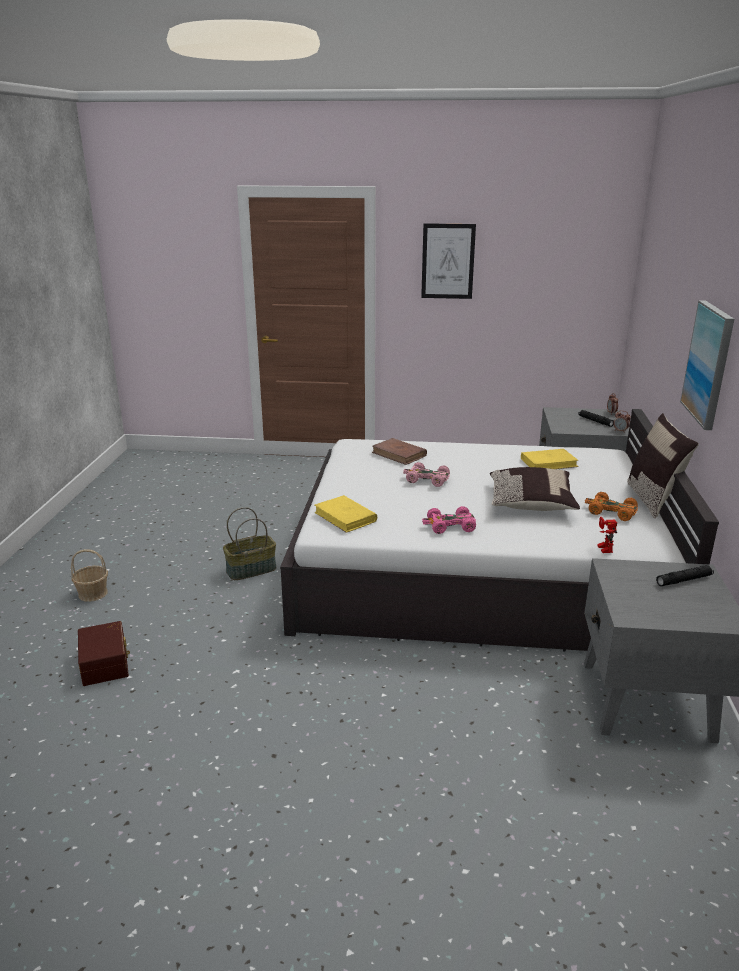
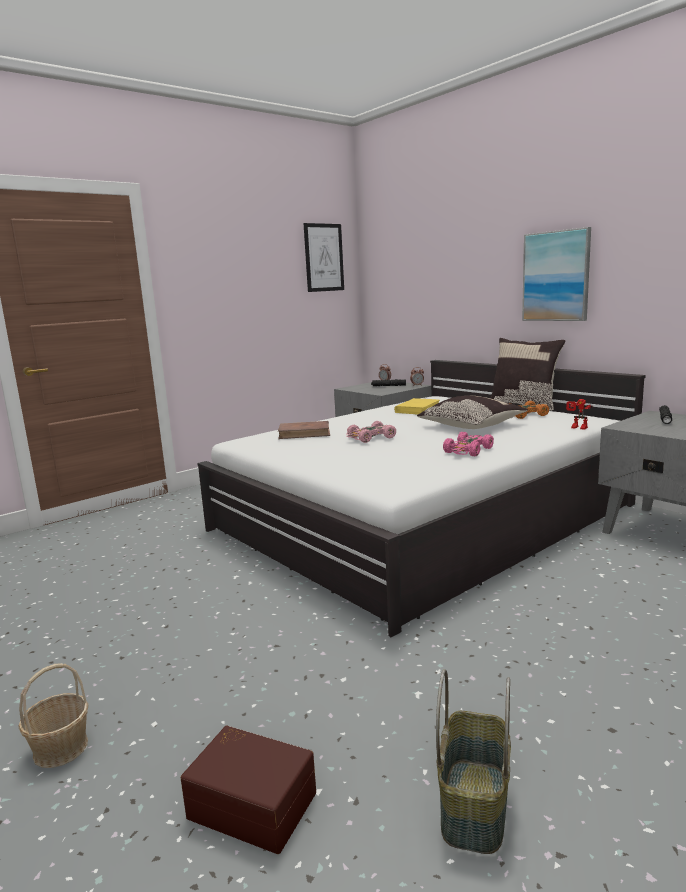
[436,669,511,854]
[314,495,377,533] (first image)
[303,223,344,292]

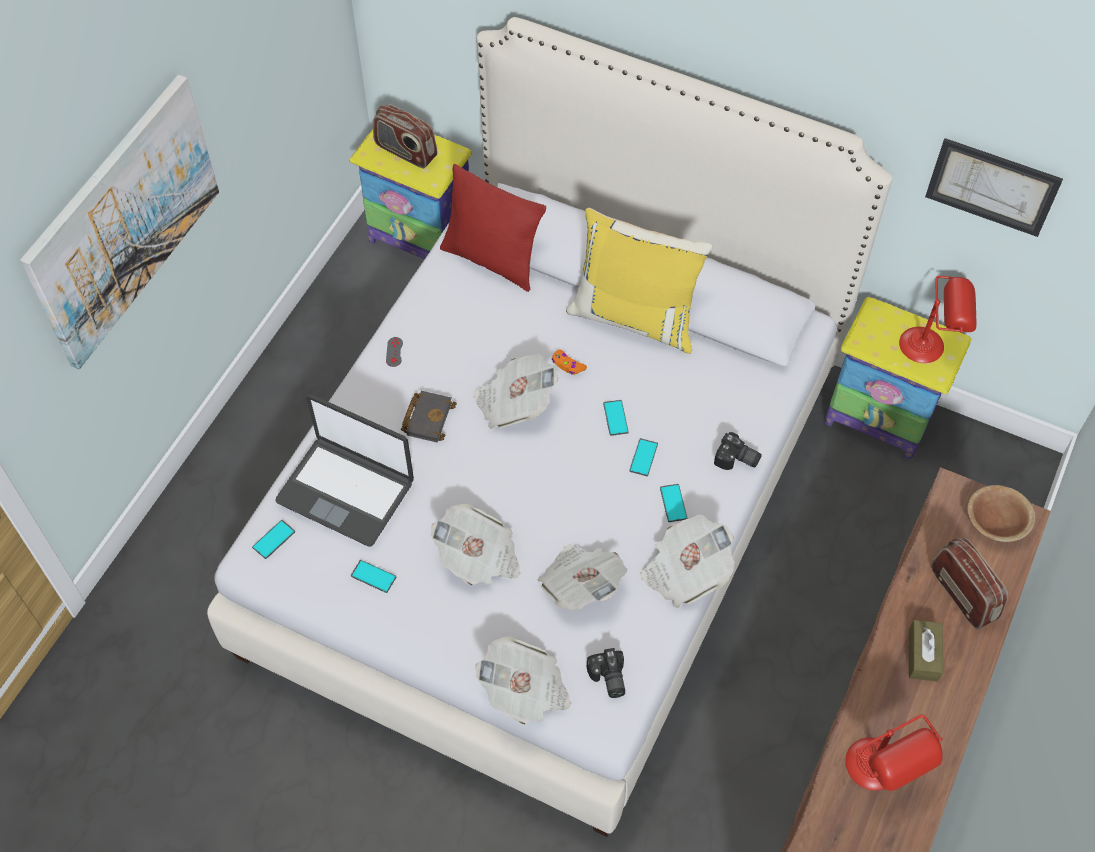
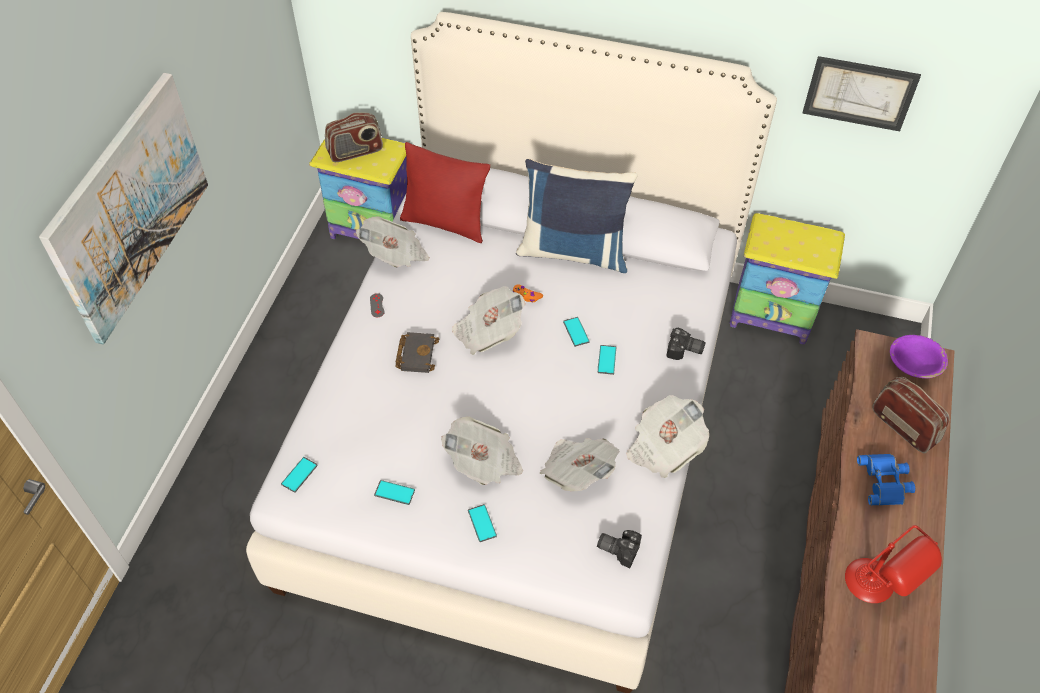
[275,395,414,547] (first image)
[325,112,383,162]
[356,216,430,268]
[516,159,638,273]
[597,530,642,568]
[468,504,497,542]
[899,276,976,363] (first image)
[857,454,915,506]
[890,335,948,378]

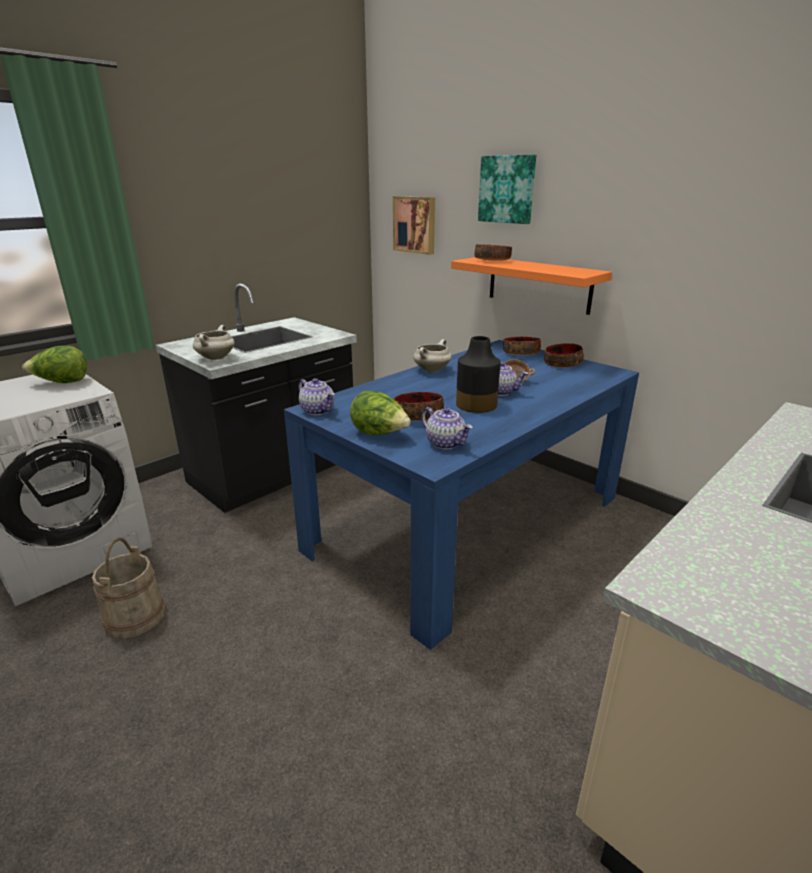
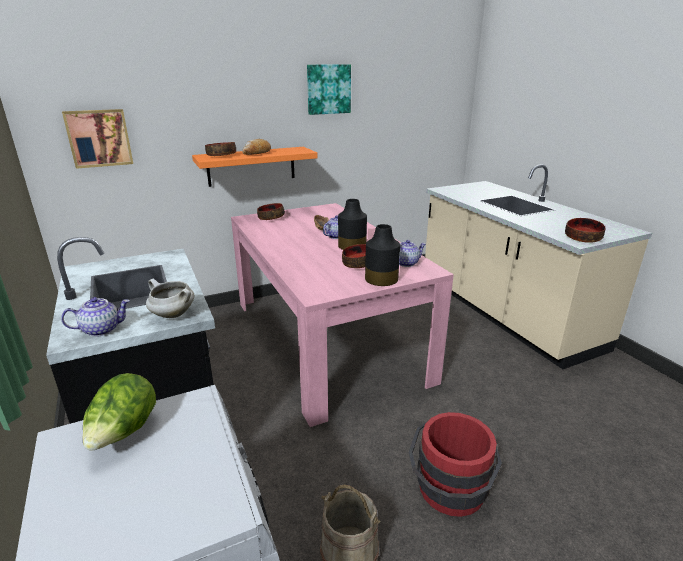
[231,203,454,427]
[61,297,130,337]
[365,224,400,286]
[413,339,451,372] (first image)
[307,64,351,115]
[565,218,605,243]
[242,139,271,155]
[409,412,502,517]

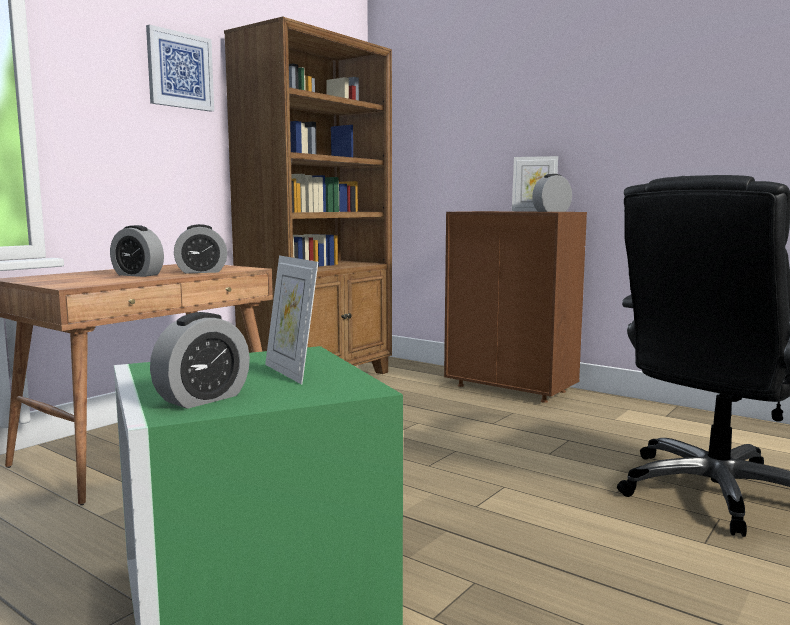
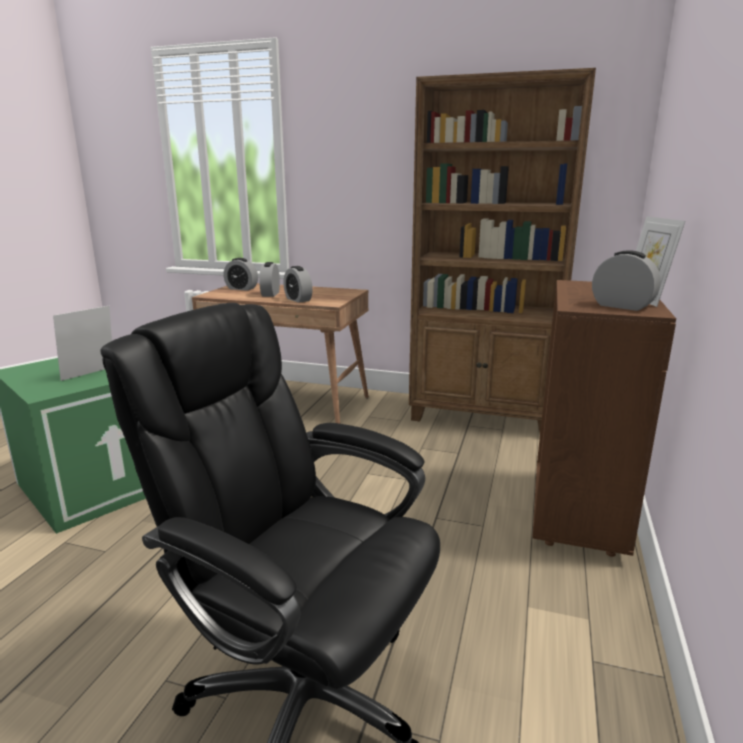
[146,25,214,112] (first image)
[223,258,258,291]

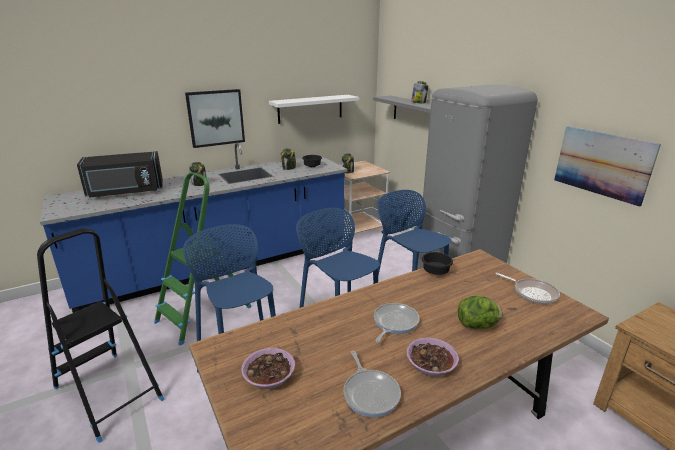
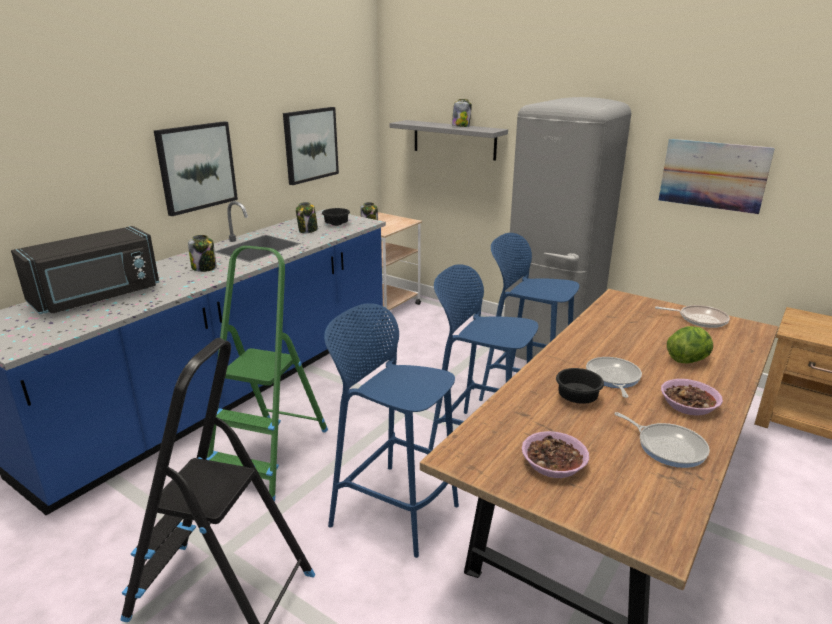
[283,107,339,185]
[556,368,604,404]

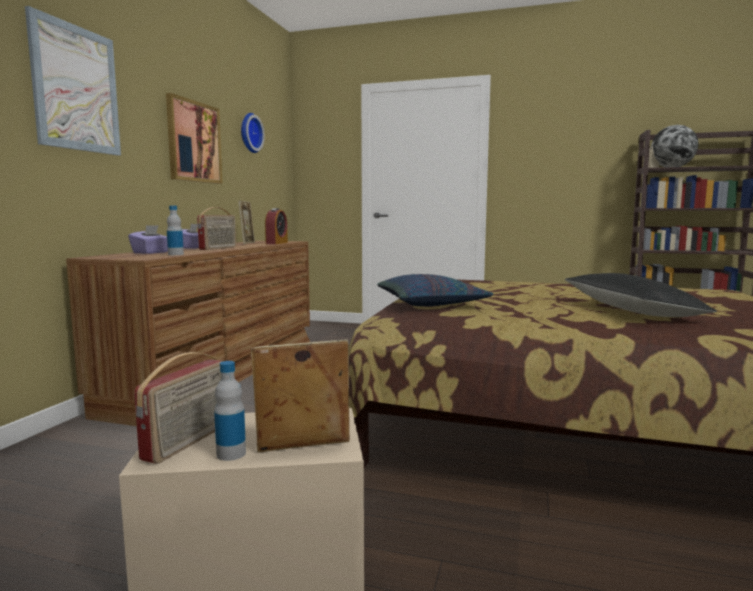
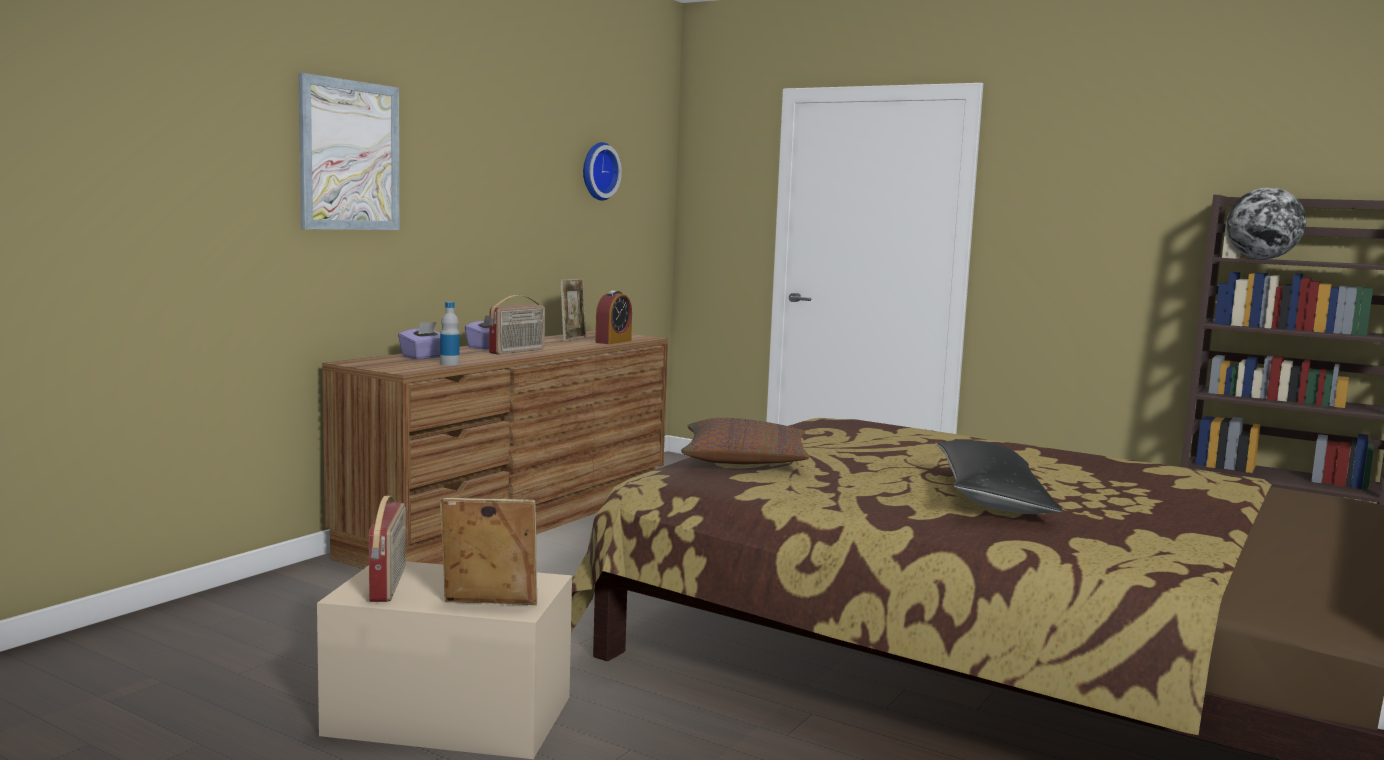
[369,496,406,602]
[166,93,223,184] (first image)
[214,361,246,461] (first image)
[681,418,810,464]

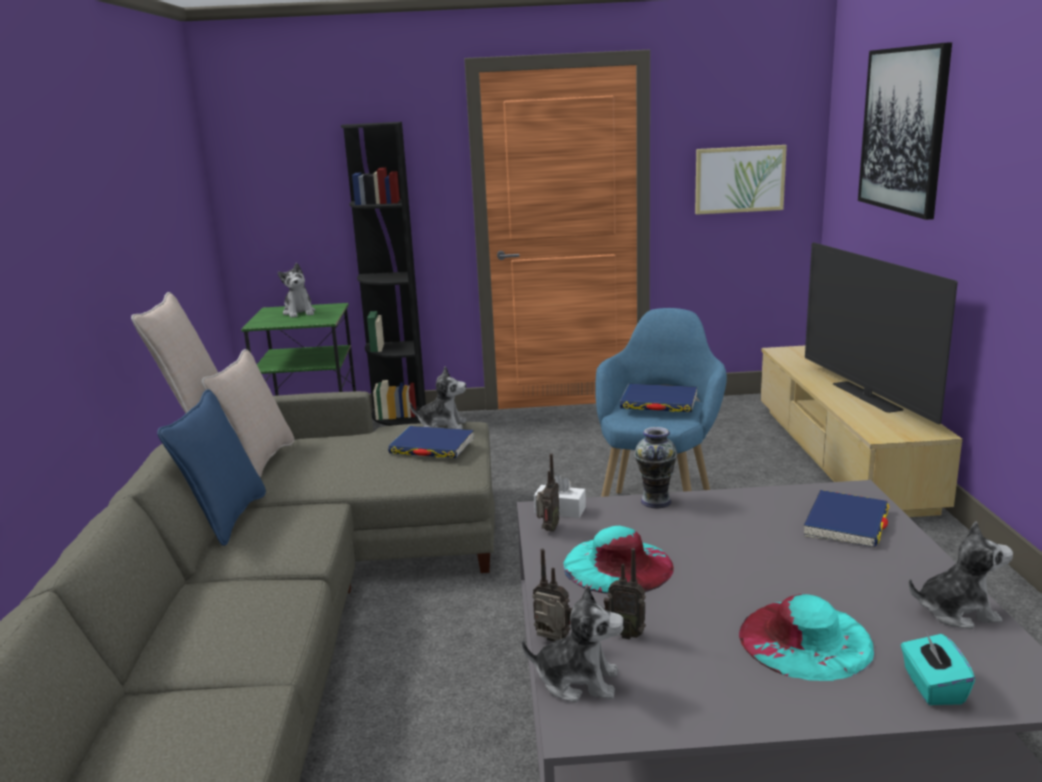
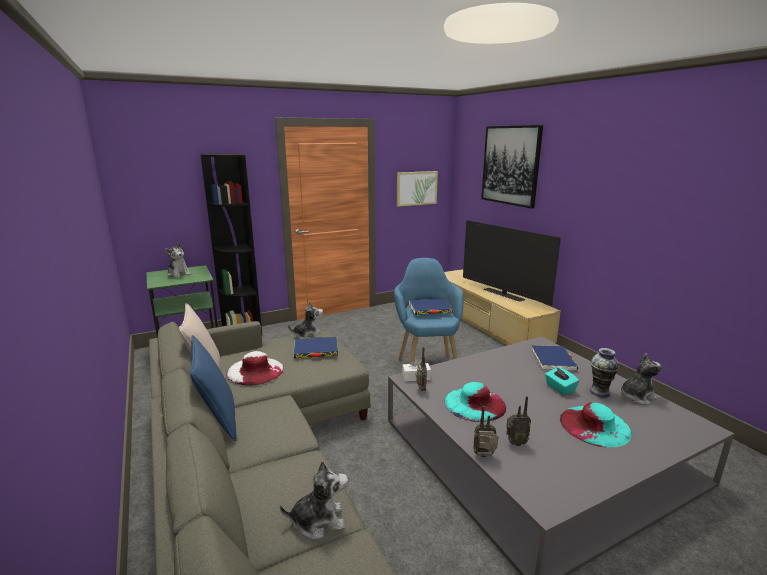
[131,292,218,413] (first image)
[280,460,348,539]
[590,348,619,398]
[545,366,579,395]
[226,351,284,386]

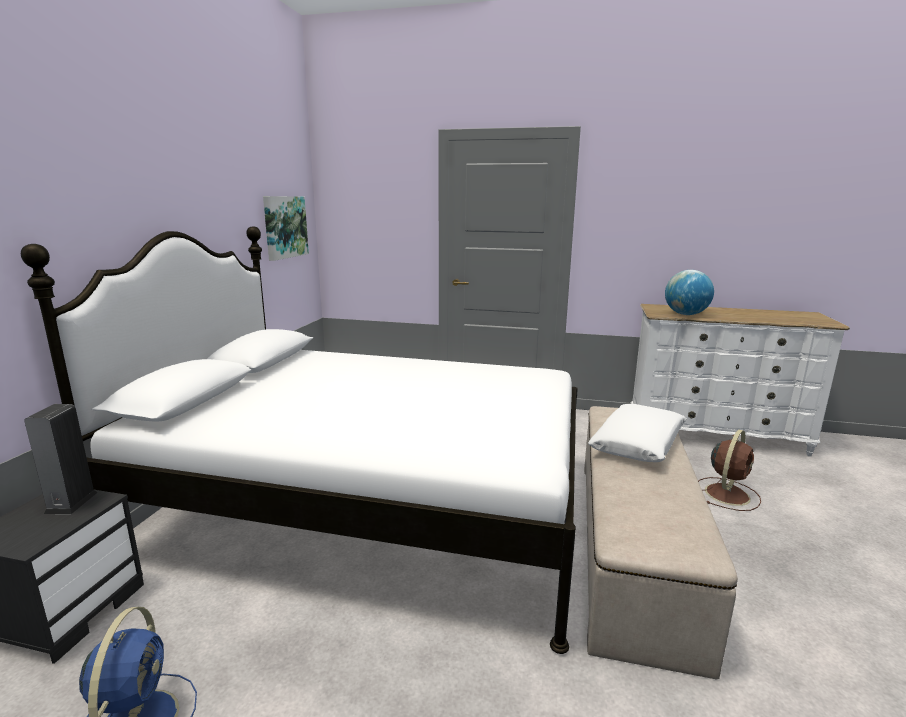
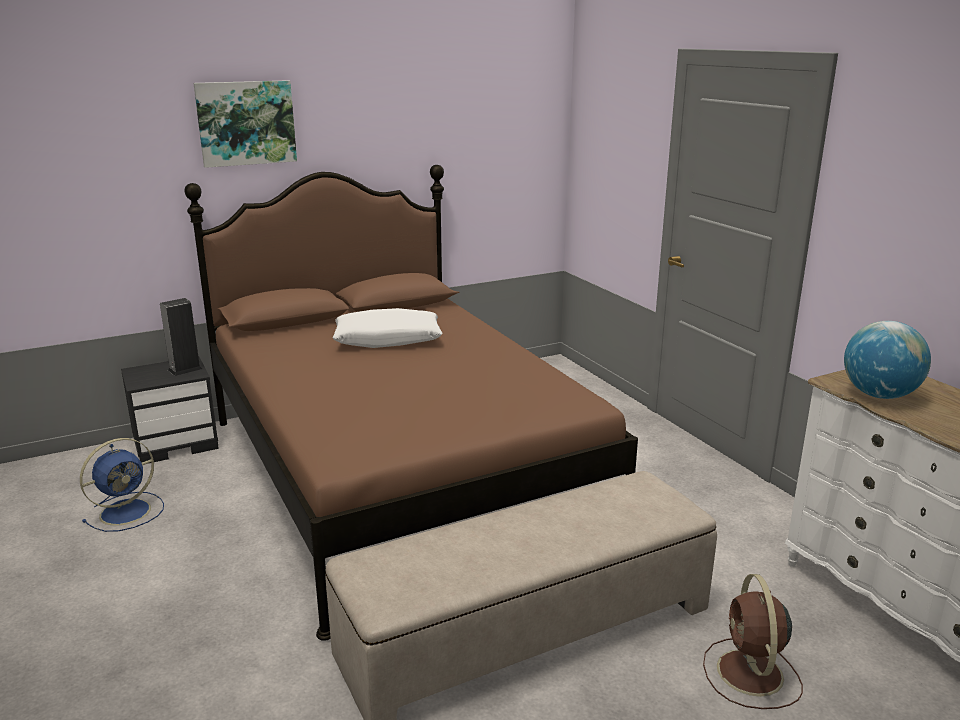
[184,165,638,641]
[193,80,297,168]
[333,308,442,348]
[703,574,803,709]

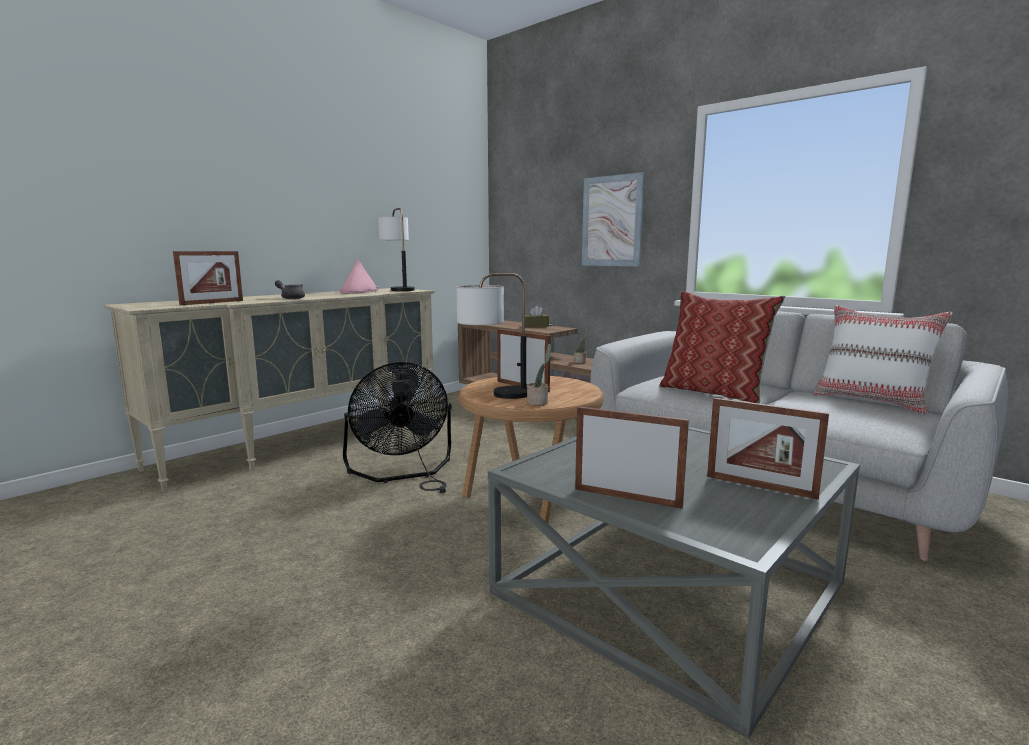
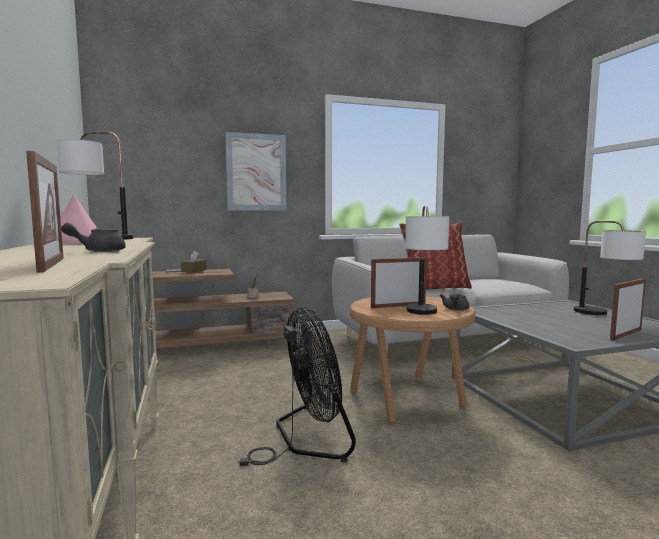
[238,308,356,466]
[440,294,470,311]
[574,221,646,315]
[813,305,953,415] (first image)

